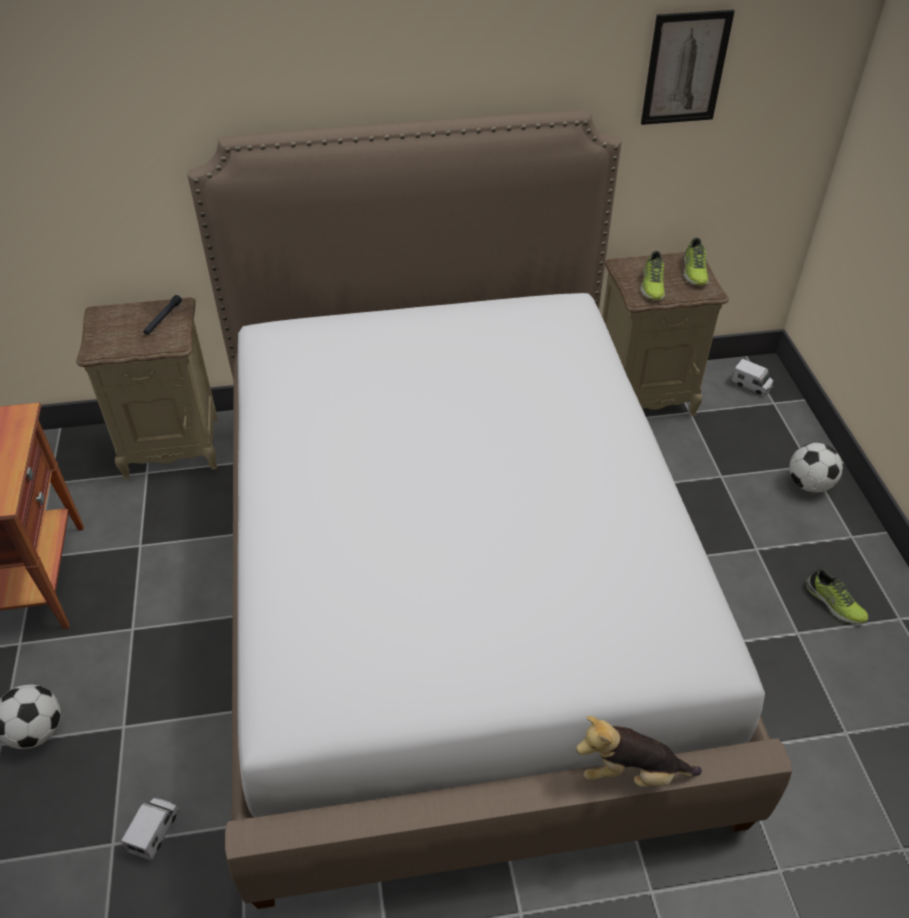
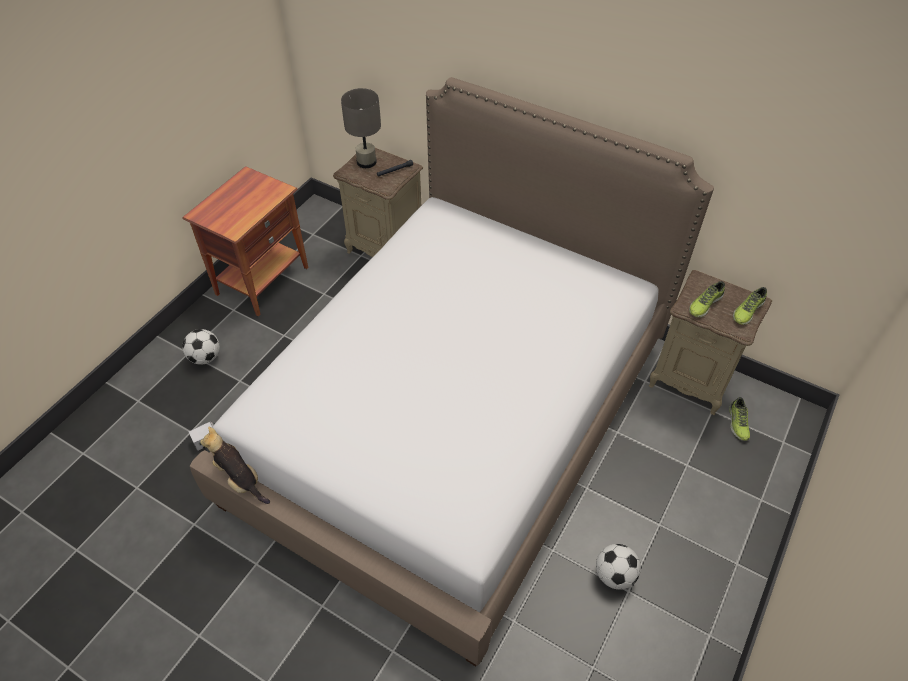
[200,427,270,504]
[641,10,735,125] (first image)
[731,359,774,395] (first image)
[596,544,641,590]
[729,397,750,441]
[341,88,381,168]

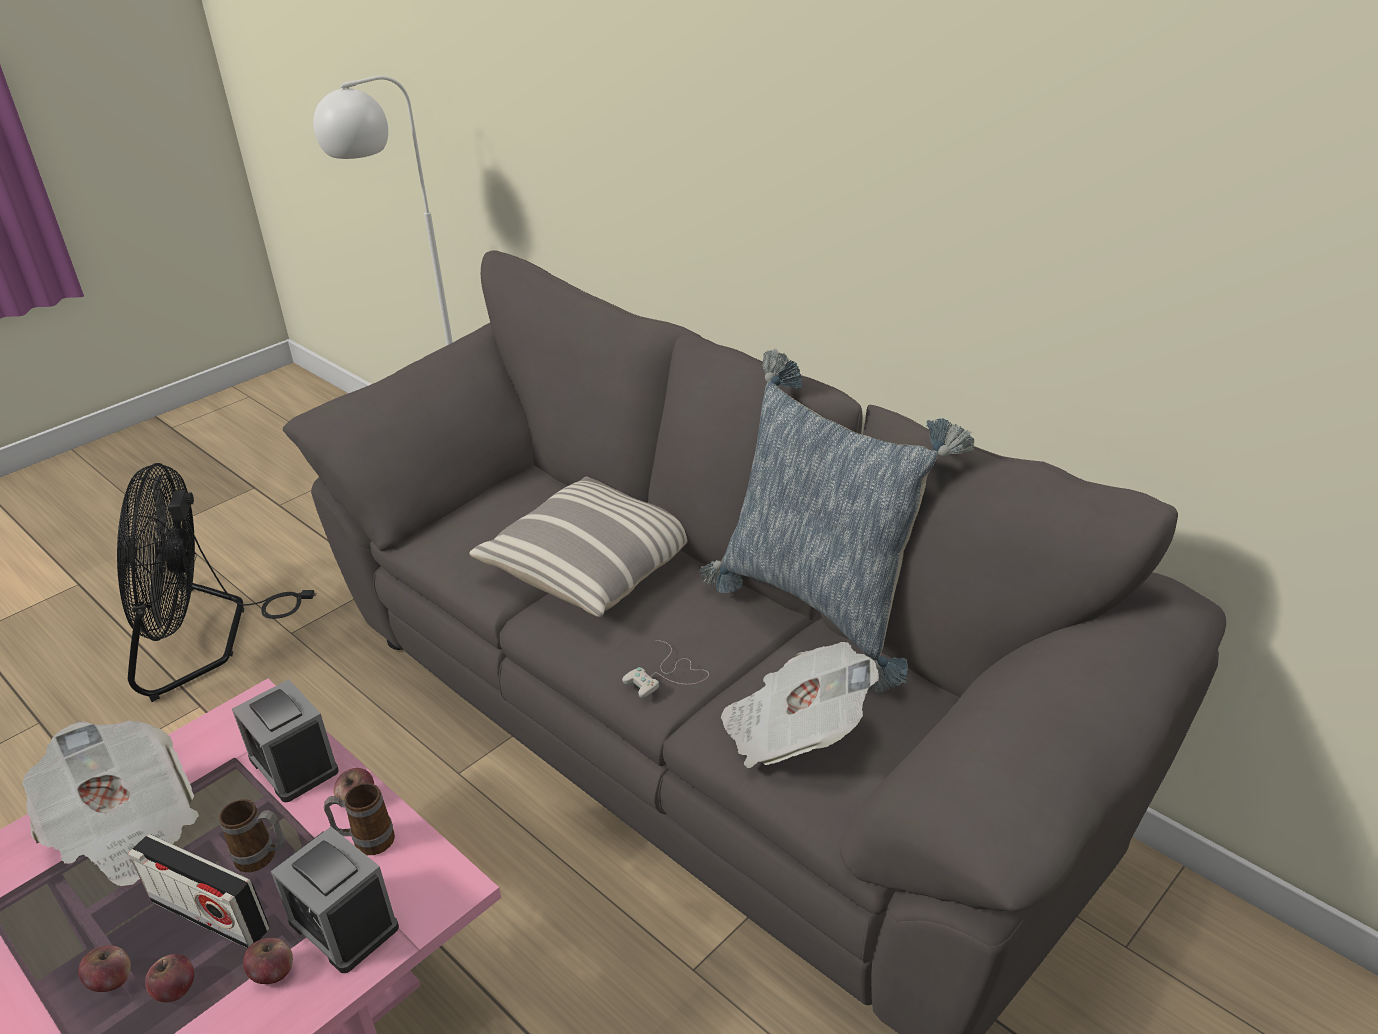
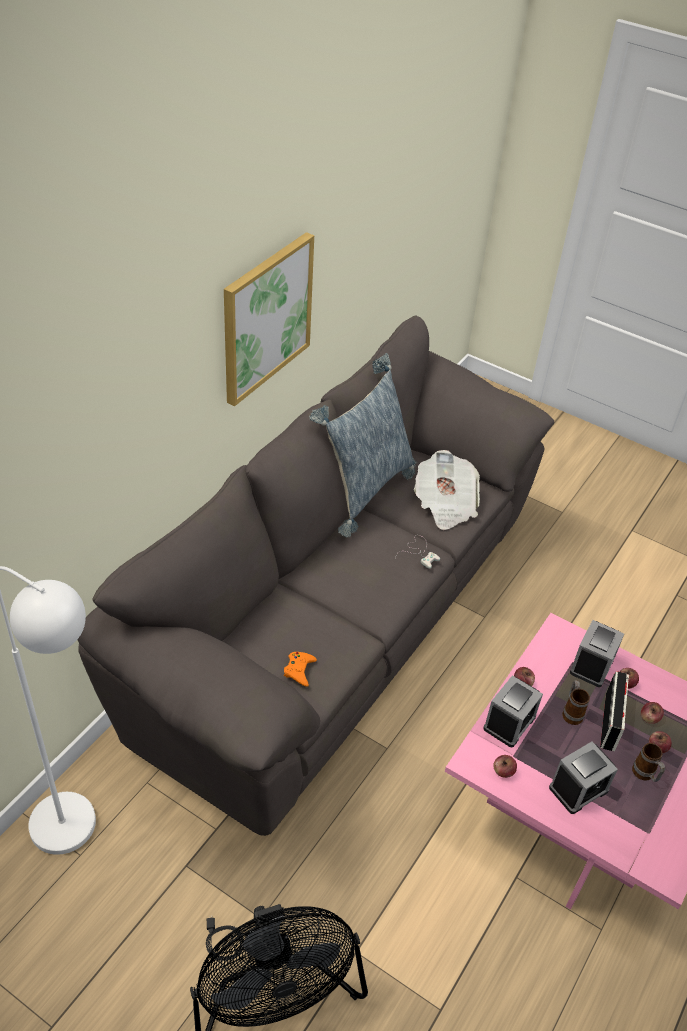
[549,742,618,814]
[632,743,665,782]
[469,477,687,617] (first image)
[224,232,314,406]
[284,652,317,687]
[493,755,517,778]

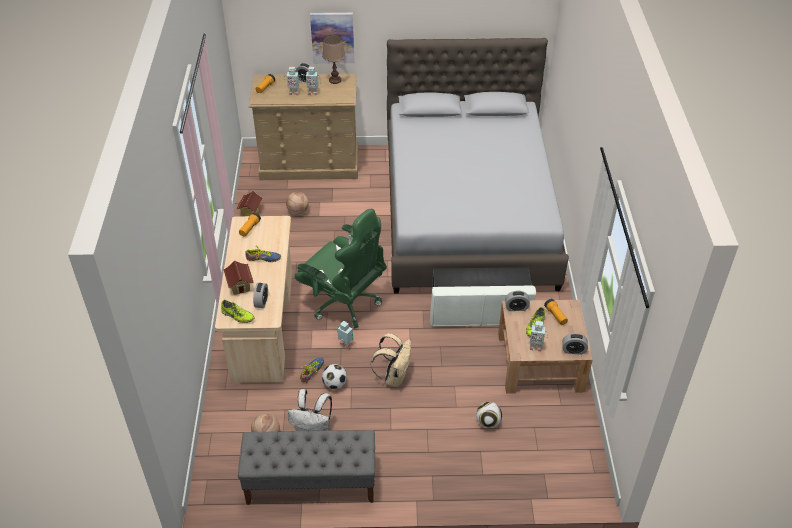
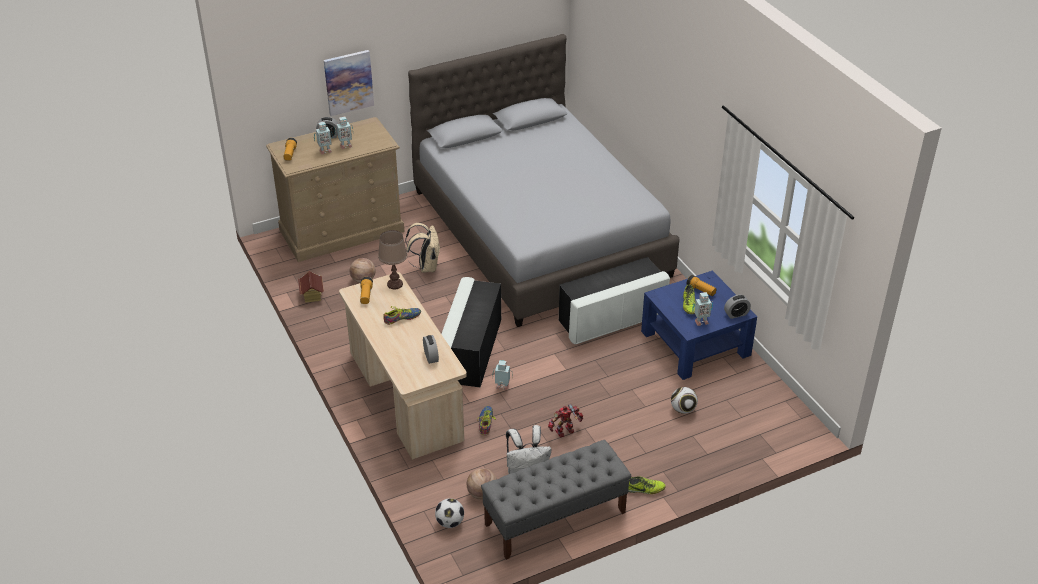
[628,476,666,494]
[223,261,254,295] (first image)
[442,277,501,387]
[378,230,408,290]
[435,498,464,528]
[405,223,440,273]
[641,271,757,380]
[505,291,530,311] (first image)
[548,404,583,438]

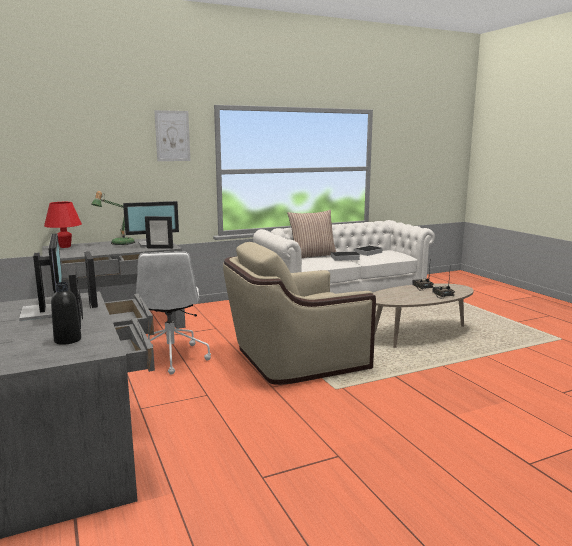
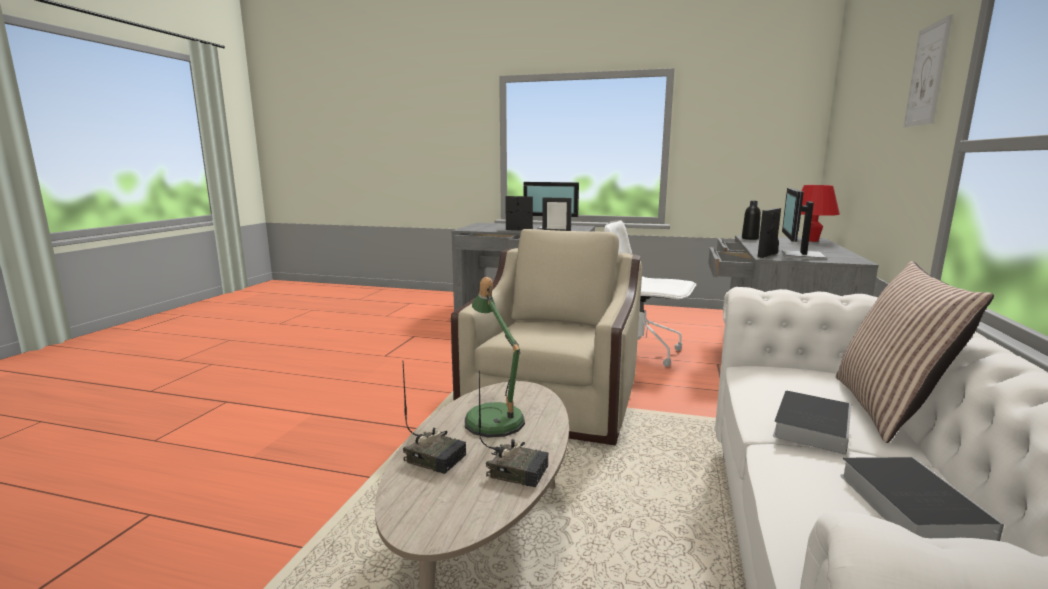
[742,201,761,240]
[465,277,525,438]

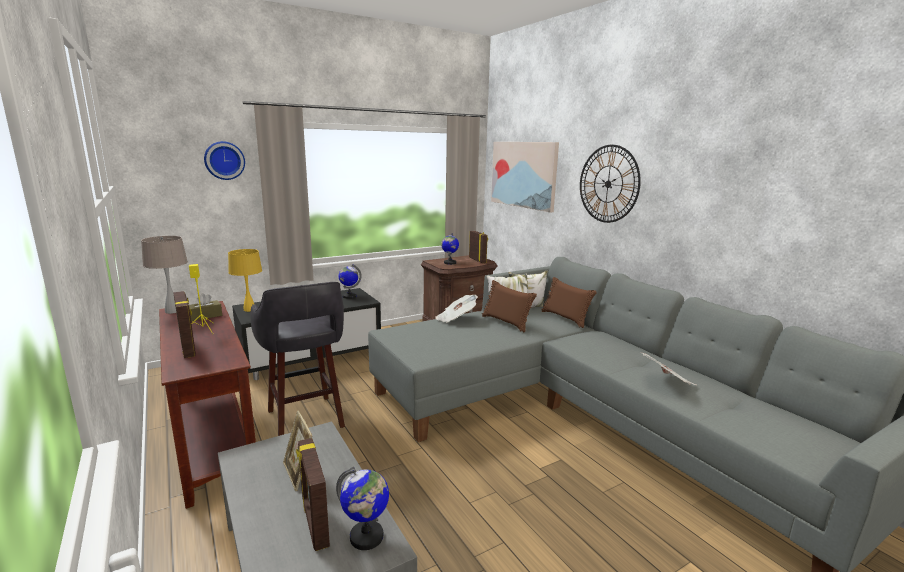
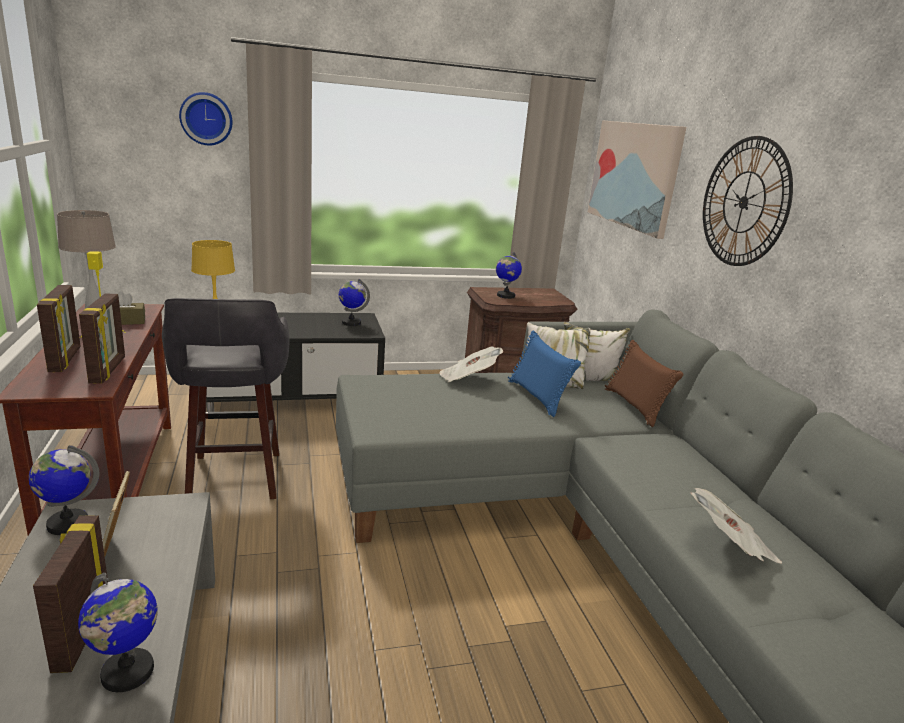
[79,293,125,383]
[508,331,581,417]
[29,445,99,535]

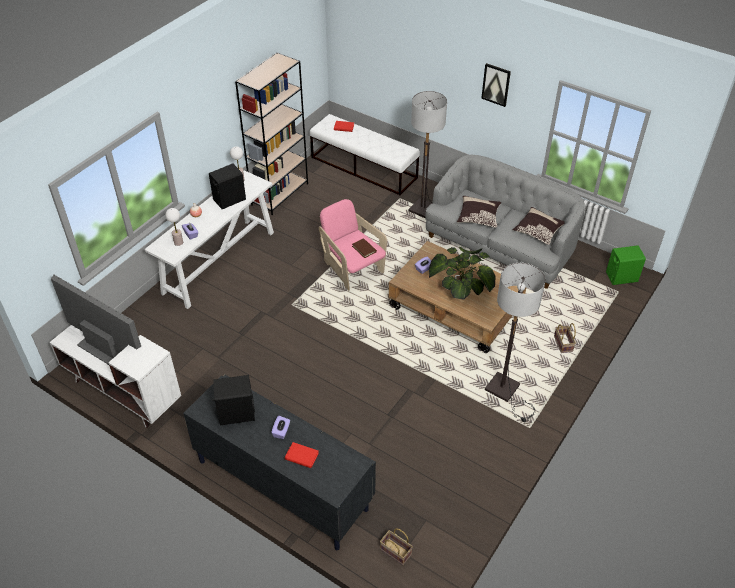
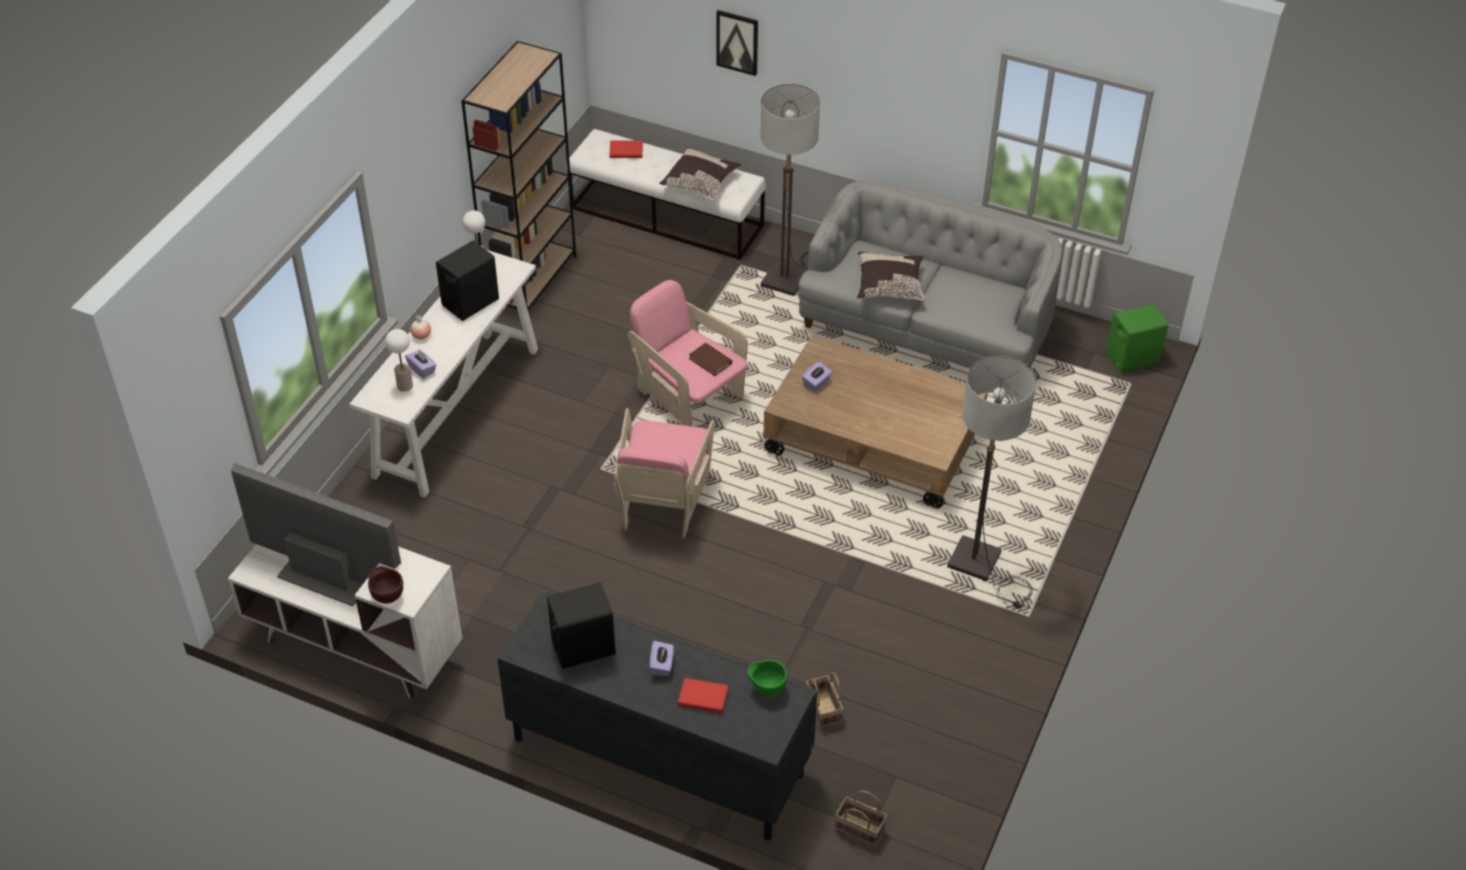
[429,246,496,300] (first image)
[716,10,758,76]
[659,147,742,200]
[806,672,843,729]
[368,566,403,603]
[614,408,715,538]
[747,660,787,696]

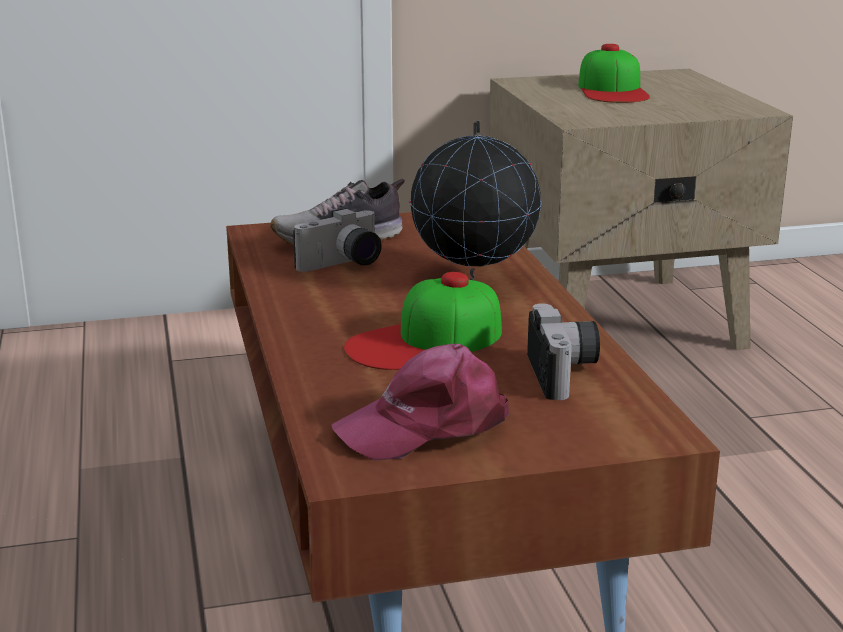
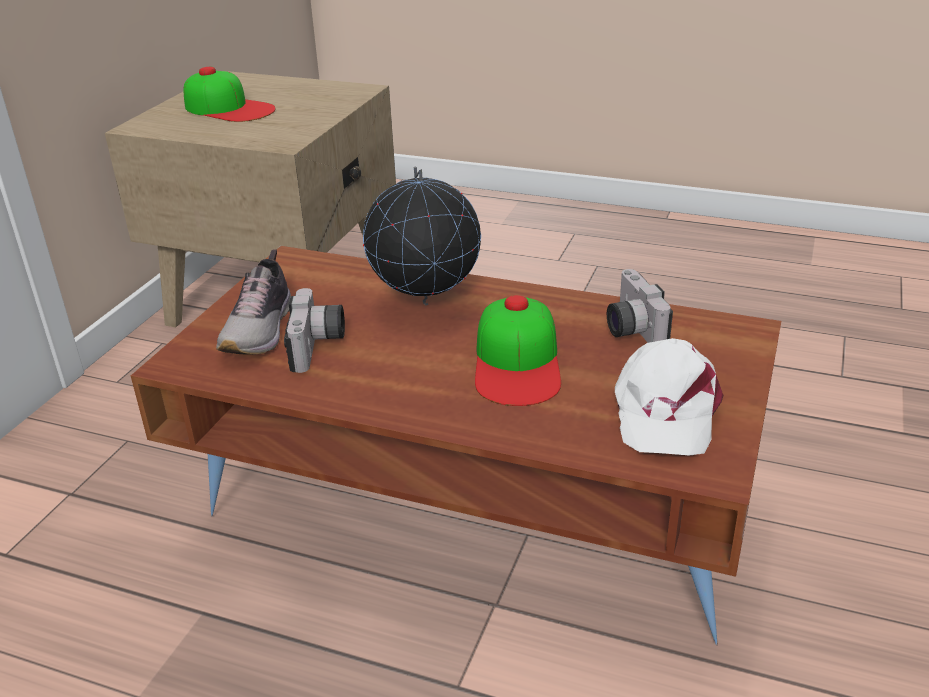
[615,338,723,456]
[607,269,673,343]

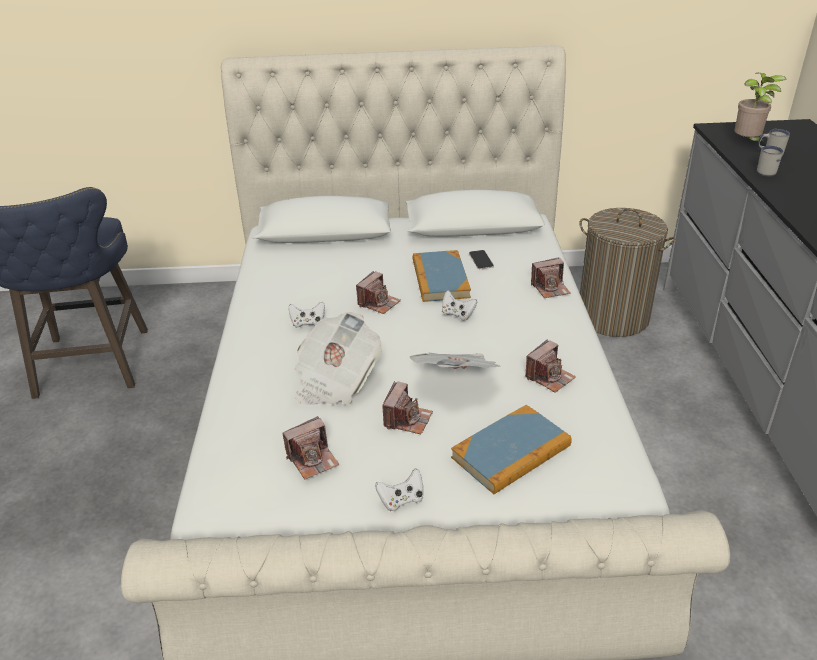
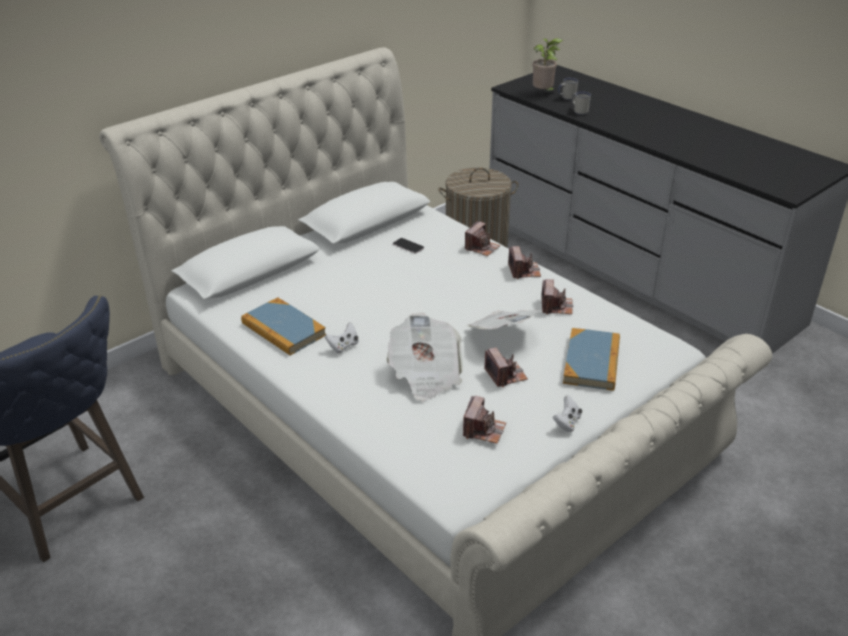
[508,246,541,279]
[241,298,326,356]
[442,290,478,320] (first image)

